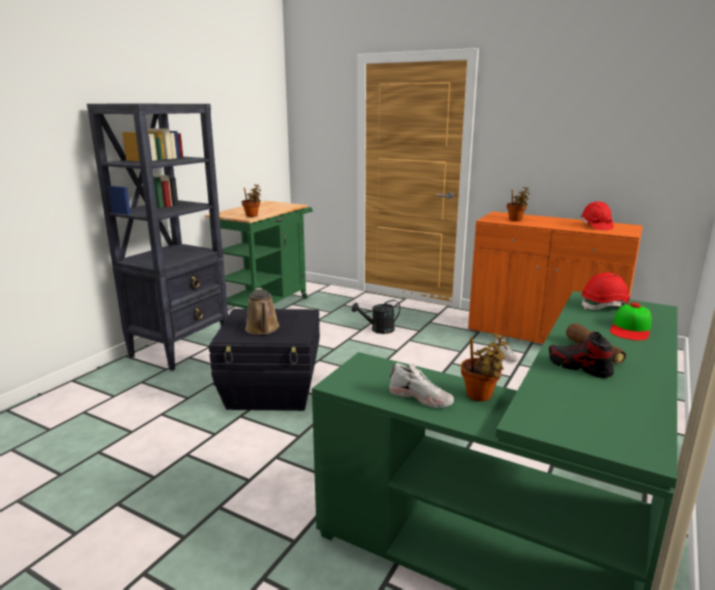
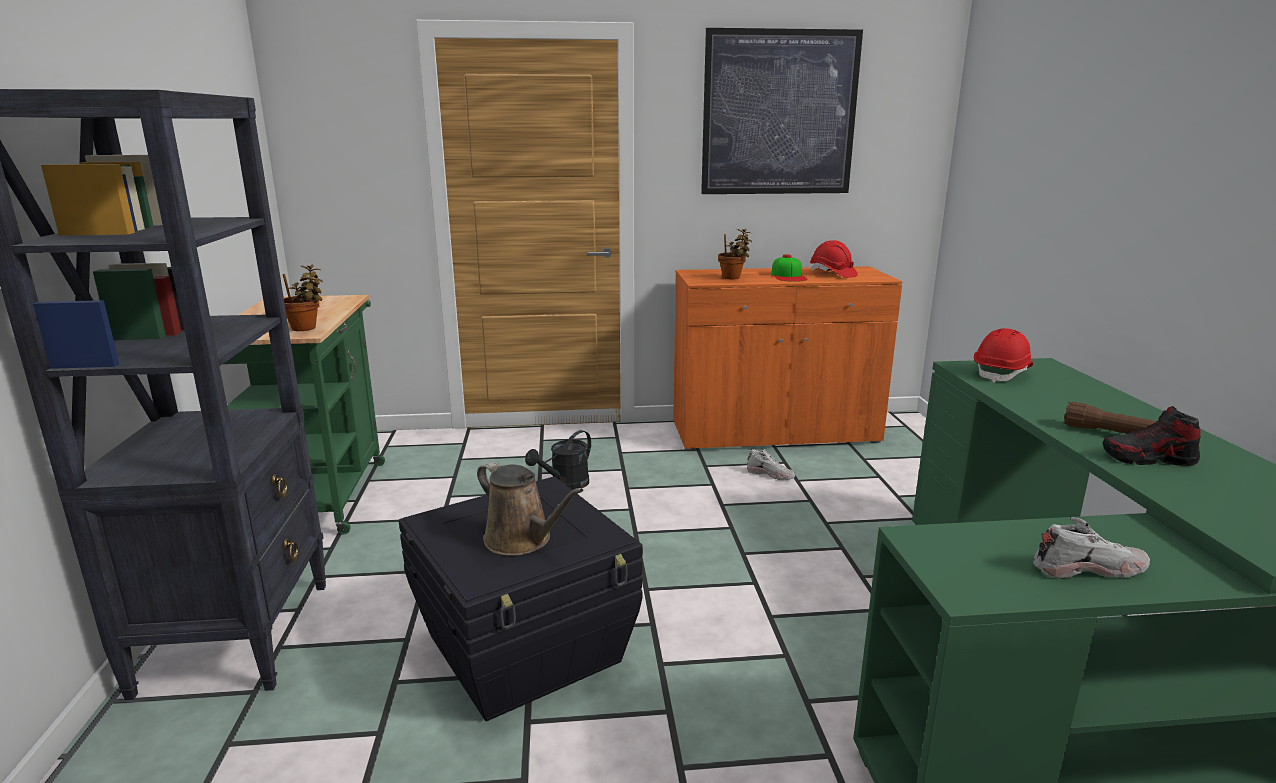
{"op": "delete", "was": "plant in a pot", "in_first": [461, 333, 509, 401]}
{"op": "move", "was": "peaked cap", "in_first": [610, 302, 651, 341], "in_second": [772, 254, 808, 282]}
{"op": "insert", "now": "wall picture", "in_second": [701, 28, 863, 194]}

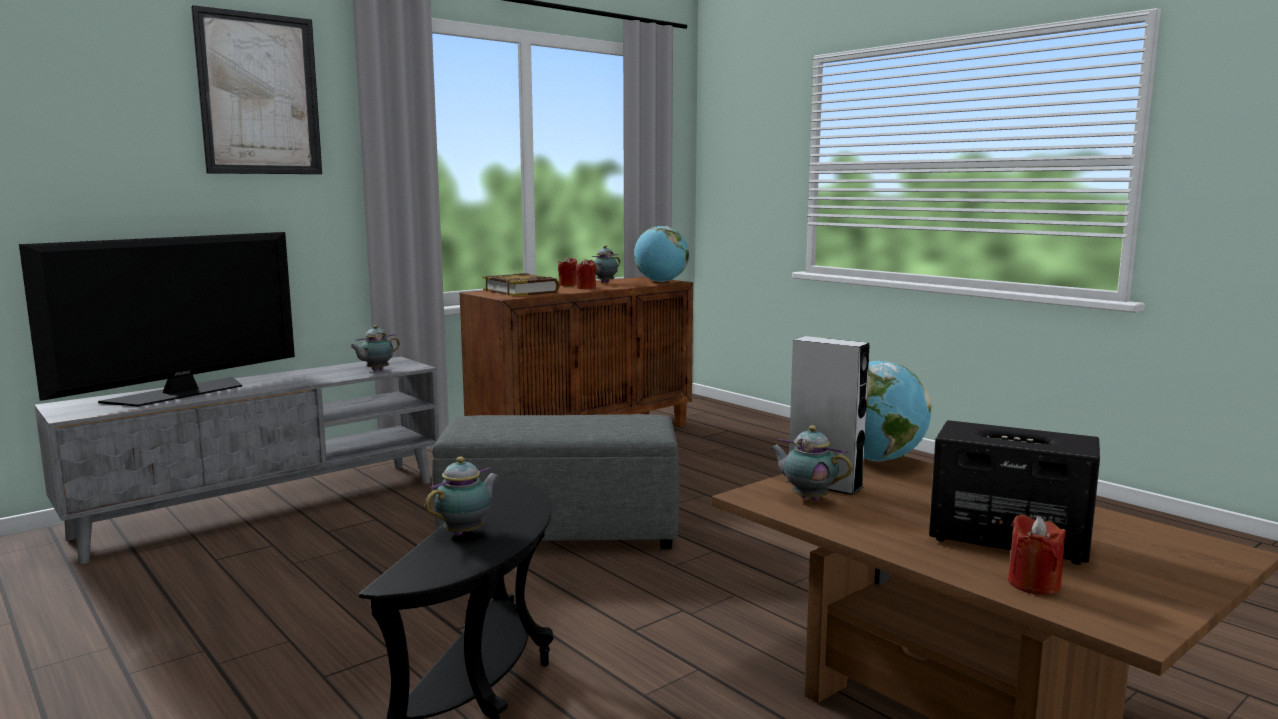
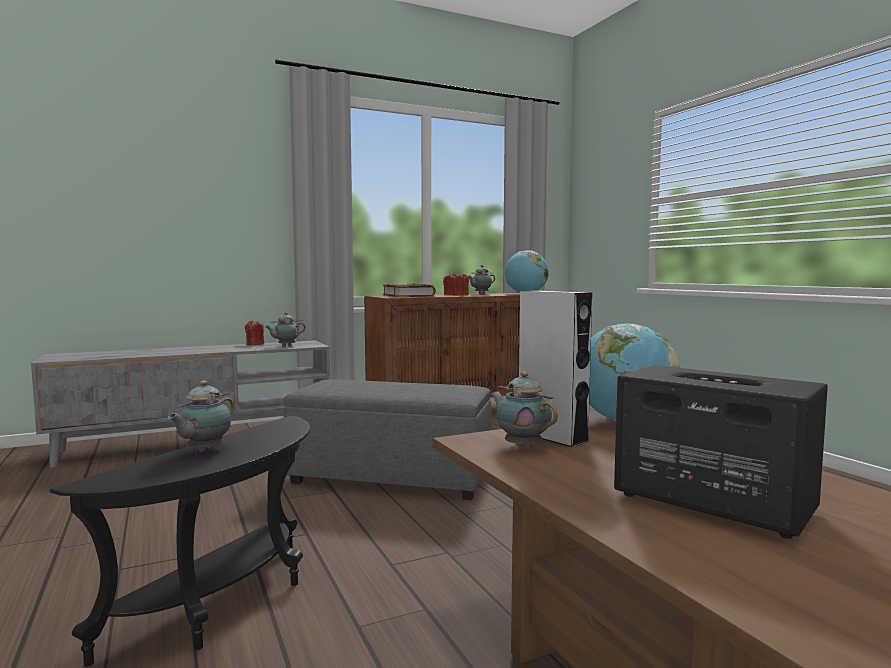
{"op": "delete", "was": "TV", "in_first": [19, 232, 295, 406]}
{"op": "delete", "was": "wall picture", "in_first": [191, 5, 322, 174]}
{"op": "rotate", "was": "teapot", "in_first": [425, 457, 499, 536], "in_second": [168, 381, 234, 452], "clockwise": 150}
{"op": "move", "was": "wax candle/red-coloured", "in_first": [1008, 514, 1066, 595], "in_second": [245, 320, 264, 345]}

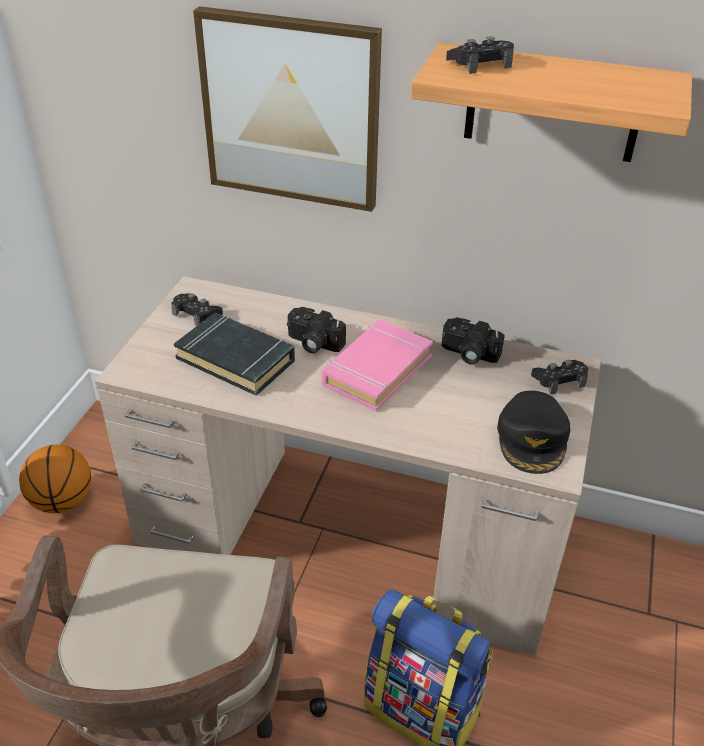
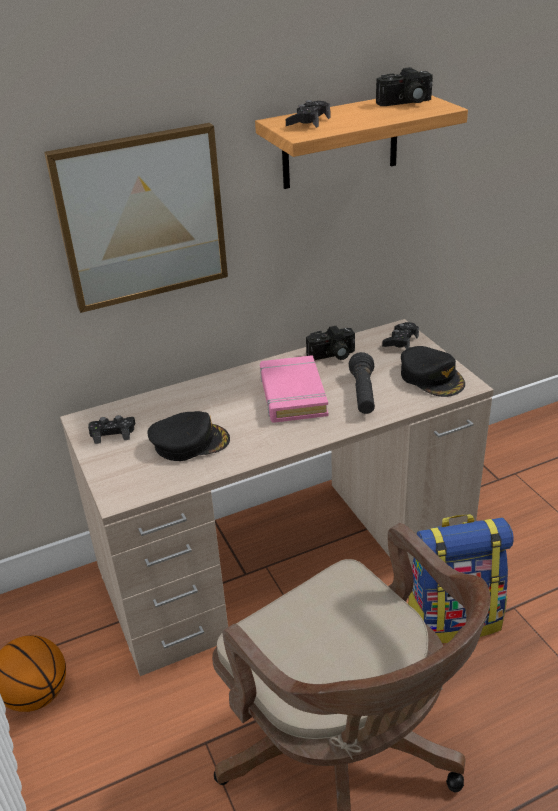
{"op": "replace", "was": "volume/black-coloured", "now": "peaked cap/black-coloured", "in_first": [174, 313, 295, 396], "in_second": [148, 411, 230, 461]}
{"op": "move", "was": "photo camera", "in_first": [287, 307, 346, 353], "in_second": [376, 67, 433, 106]}
{"op": "insert", "now": "torch/black-coloured", "in_second": [349, 352, 375, 414]}

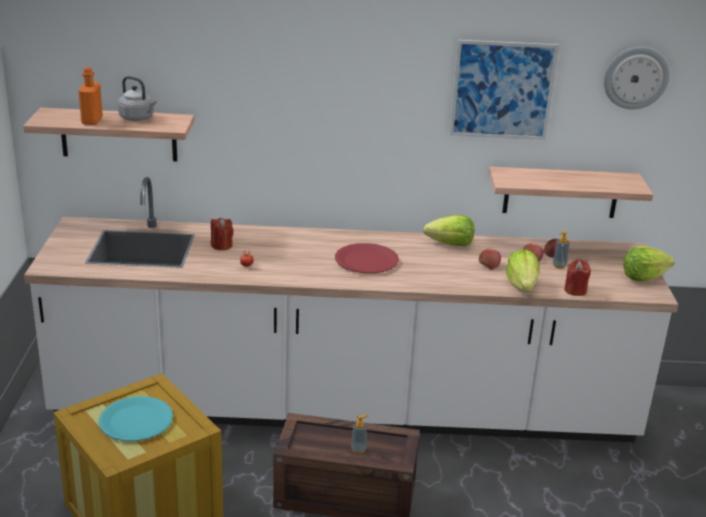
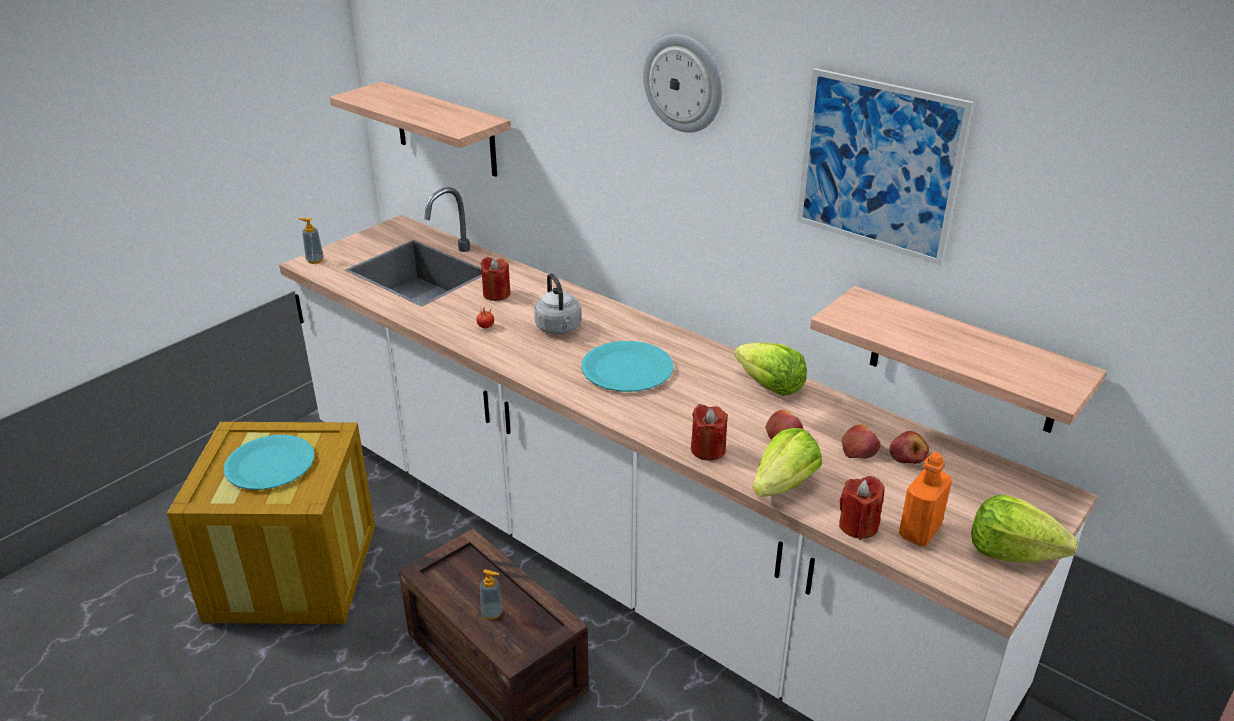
{"op": "move", "was": "bottle/orangey", "in_first": [78, 67, 103, 125], "in_second": [899, 452, 952, 546]}
{"op": "move", "was": "tea kettle/greyish", "in_first": [118, 76, 156, 121], "in_second": [534, 273, 581, 335]}
{"op": "recolor", "was": "plate/red-coloured", "now": "plate/turquoise", "in_first": [335, 243, 399, 273], "in_second": [582, 341, 674, 392]}
{"op": "move", "was": "liquid soap bottle", "in_first": [553, 231, 570, 269], "in_second": [299, 218, 324, 264]}
{"op": "move", "was": "clock on the wall", "in_first": [604, 47, 670, 109], "in_second": [643, 34, 722, 133]}
{"op": "insert", "now": "wax candle/red-coloured", "in_second": [691, 404, 728, 461]}

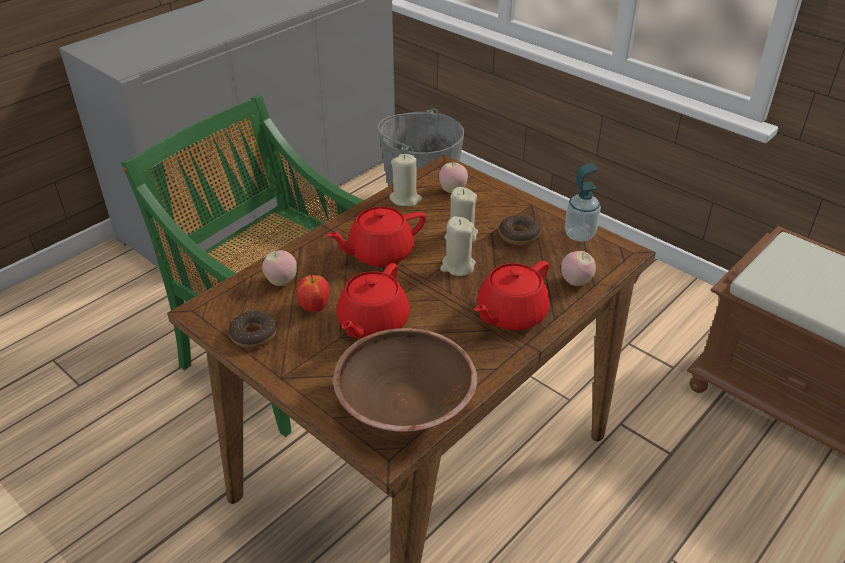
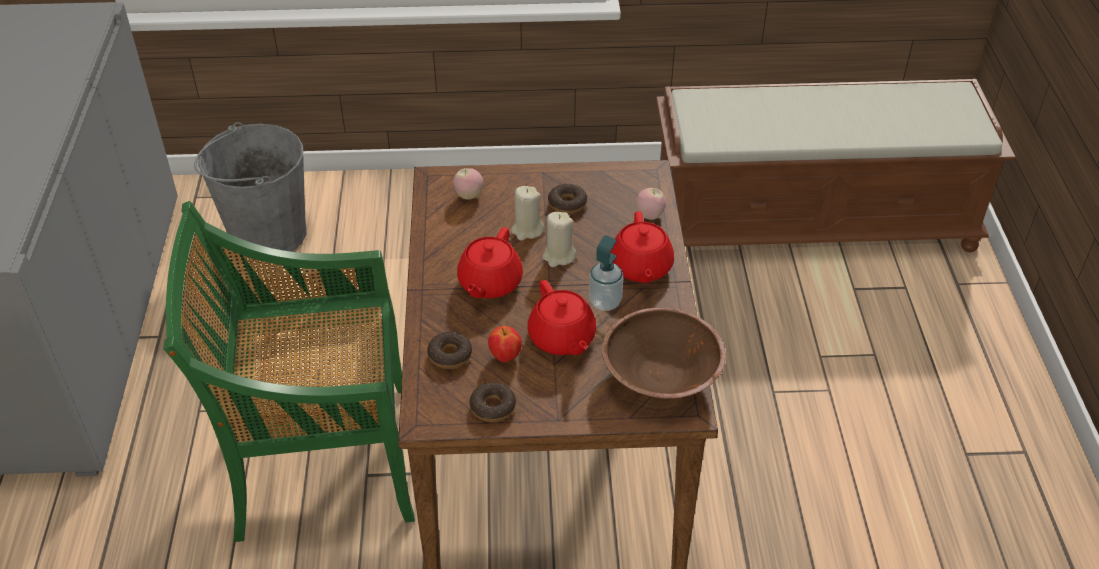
{"op": "replace", "was": "apple fruit", "now": "donut", "in_first": [262, 250, 297, 286], "in_second": [427, 332, 472, 369]}
{"op": "delete", "was": "wax candle/beige", "in_first": [389, 154, 422, 207]}
{"op": "move", "was": "liquid soap bottle", "in_first": [565, 163, 601, 242], "in_second": [589, 235, 623, 311]}

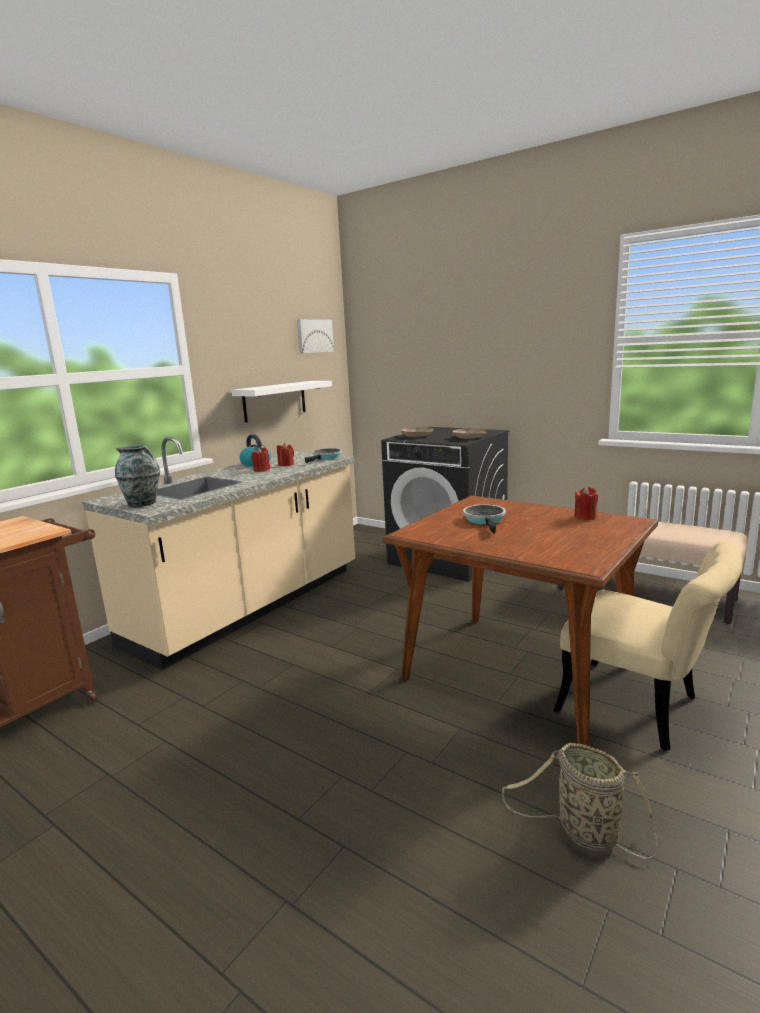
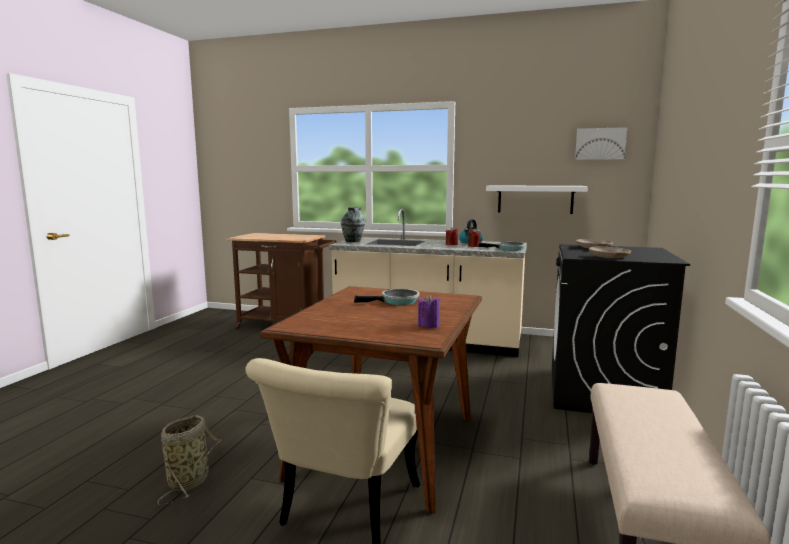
{"op": "recolor", "was": "wax candle/red-coloured", "now": "wax candle/purple", "in_first": [574, 487, 598, 520], "in_second": [418, 294, 440, 329]}

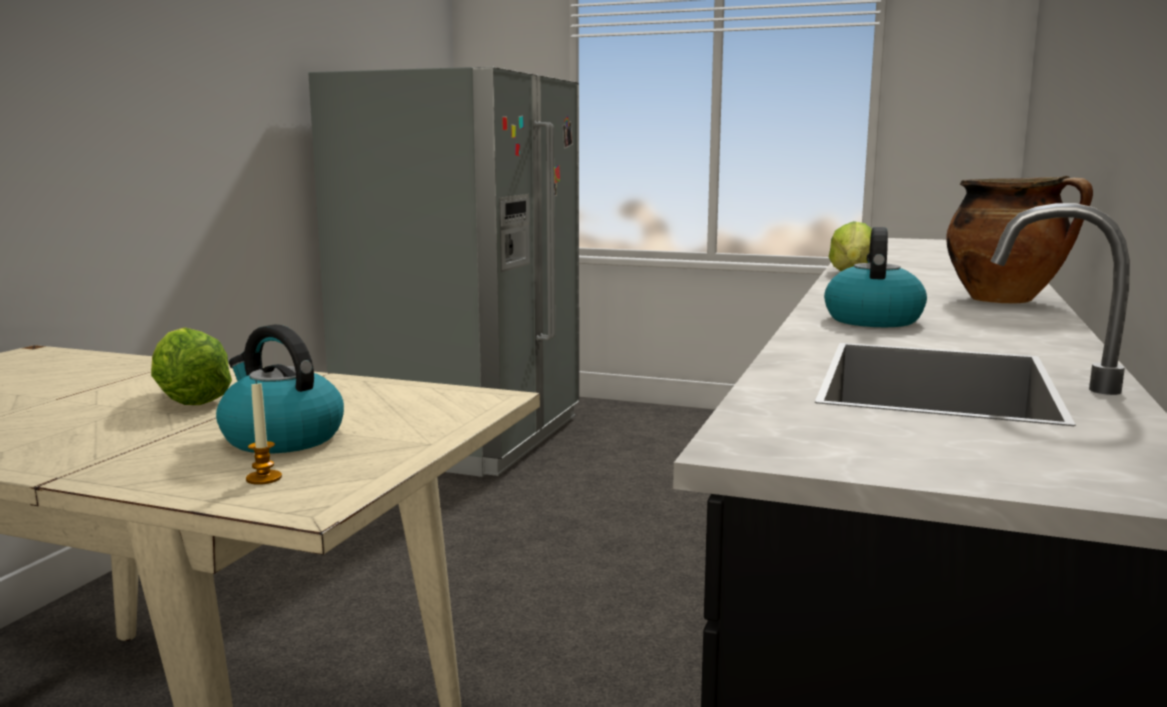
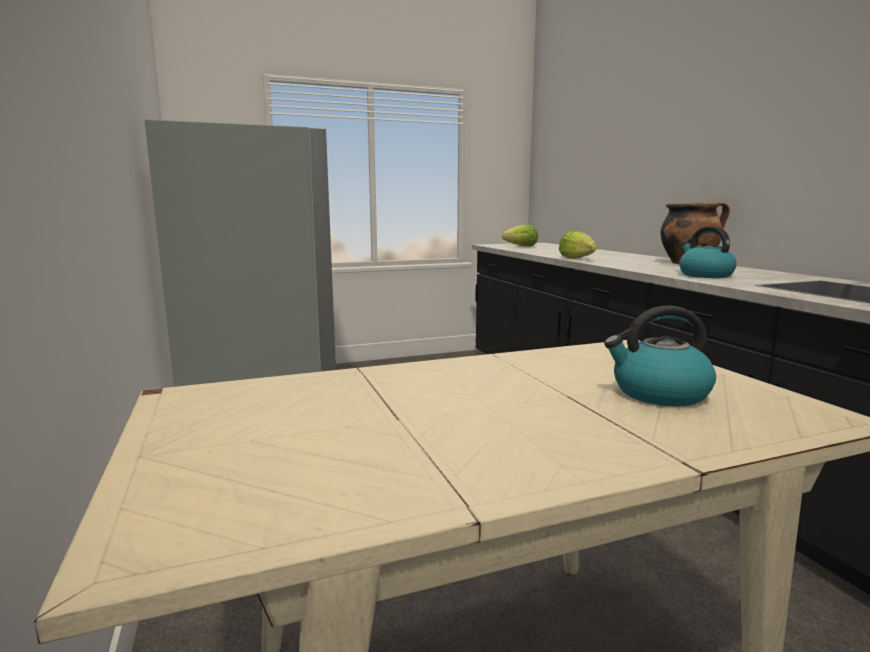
{"op": "move", "was": "lettuce head", "in_first": [151, 327, 232, 405], "in_second": [502, 225, 538, 247]}
{"op": "delete", "was": "wax candle", "in_first": [246, 380, 282, 485]}

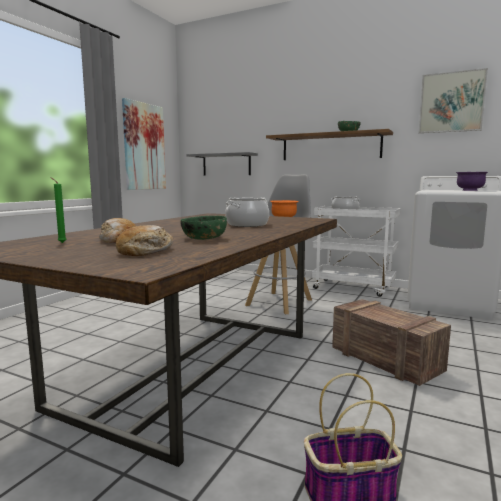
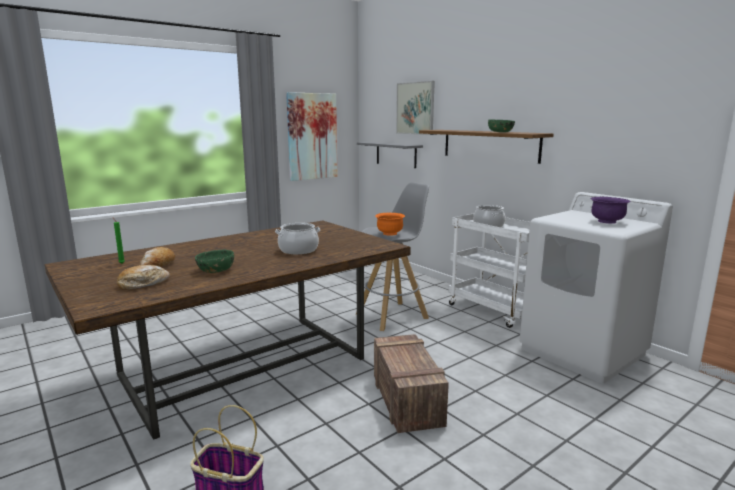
{"op": "move", "was": "wall picture", "in_first": [419, 68, 488, 133], "in_second": [396, 81, 435, 135]}

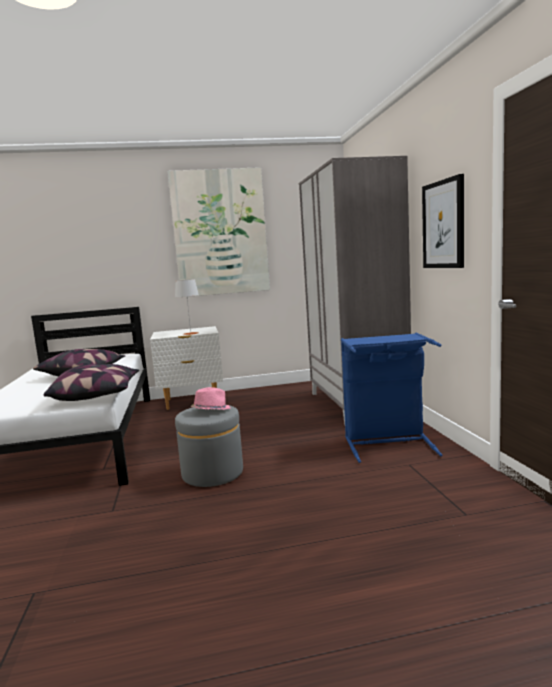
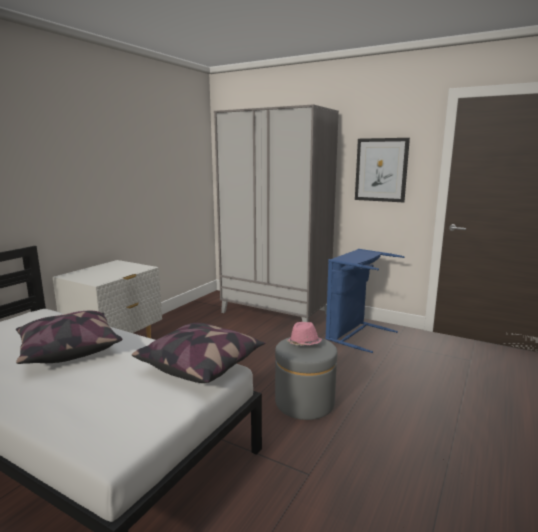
{"op": "delete", "was": "wall picture", "in_first": [167, 167, 270, 297]}
{"op": "delete", "was": "lamp for a table/greyish", "in_first": [175, 279, 199, 335]}

